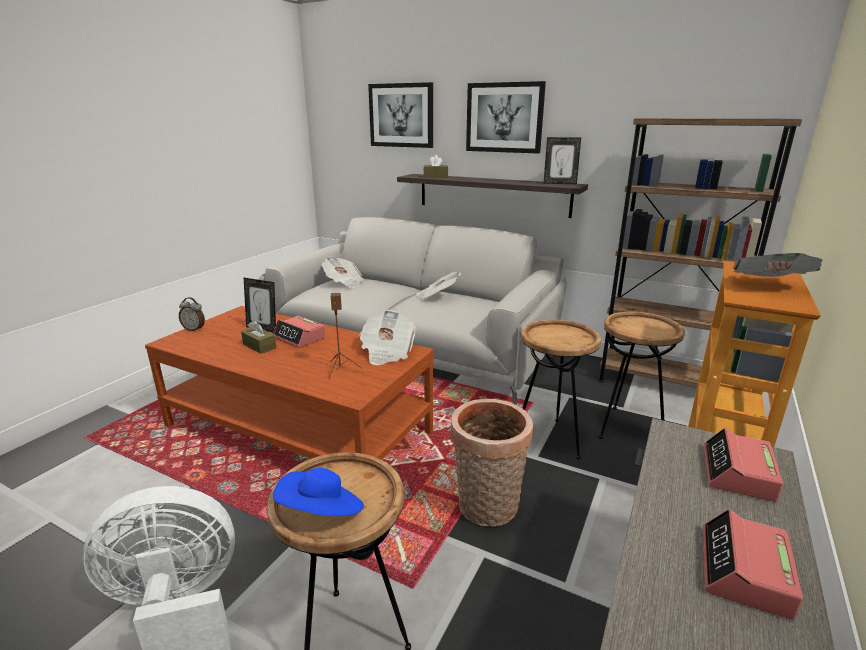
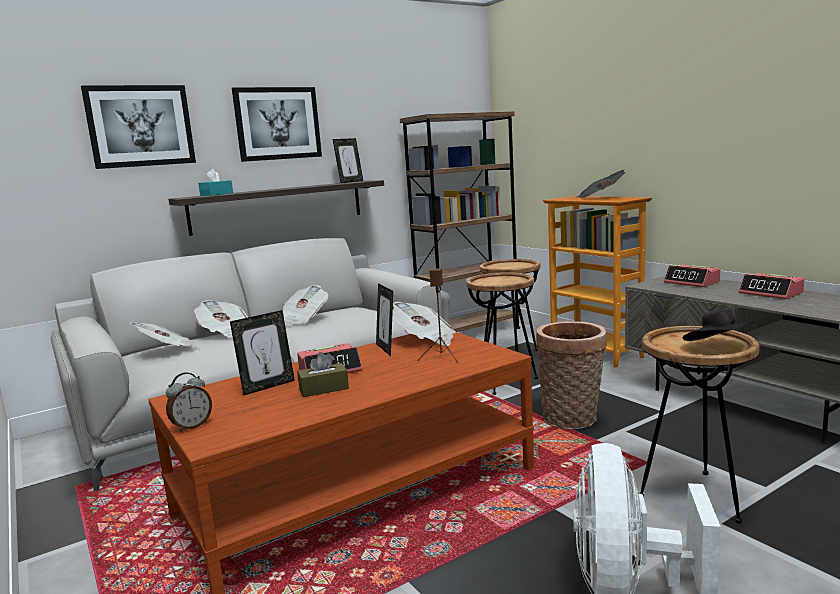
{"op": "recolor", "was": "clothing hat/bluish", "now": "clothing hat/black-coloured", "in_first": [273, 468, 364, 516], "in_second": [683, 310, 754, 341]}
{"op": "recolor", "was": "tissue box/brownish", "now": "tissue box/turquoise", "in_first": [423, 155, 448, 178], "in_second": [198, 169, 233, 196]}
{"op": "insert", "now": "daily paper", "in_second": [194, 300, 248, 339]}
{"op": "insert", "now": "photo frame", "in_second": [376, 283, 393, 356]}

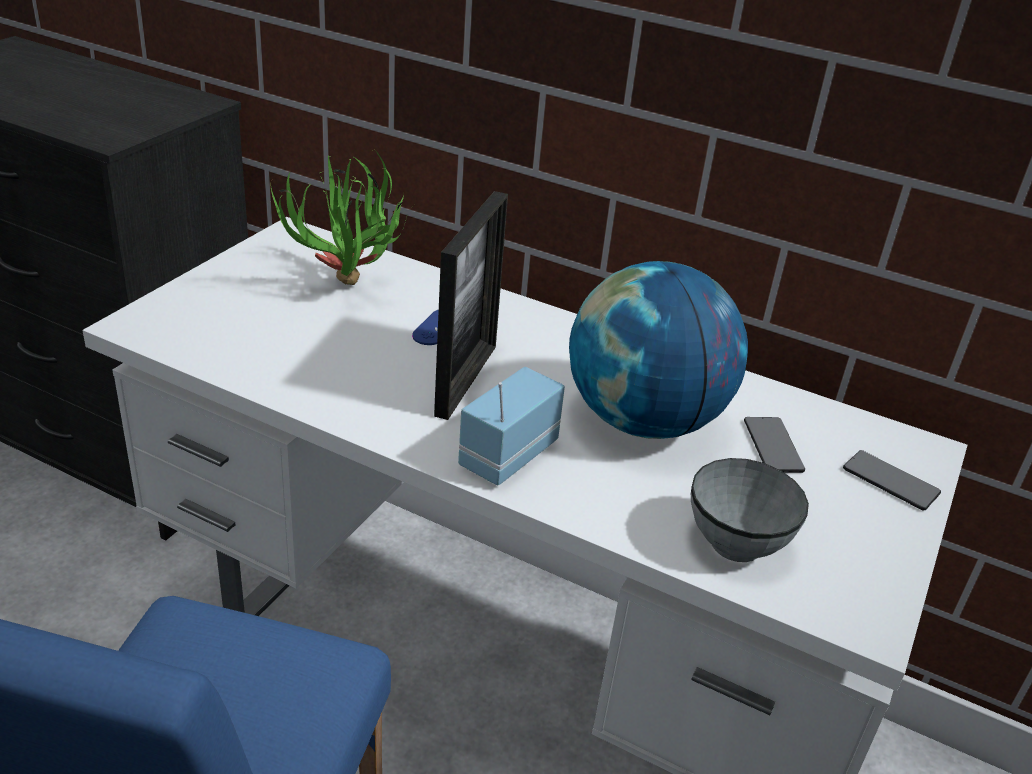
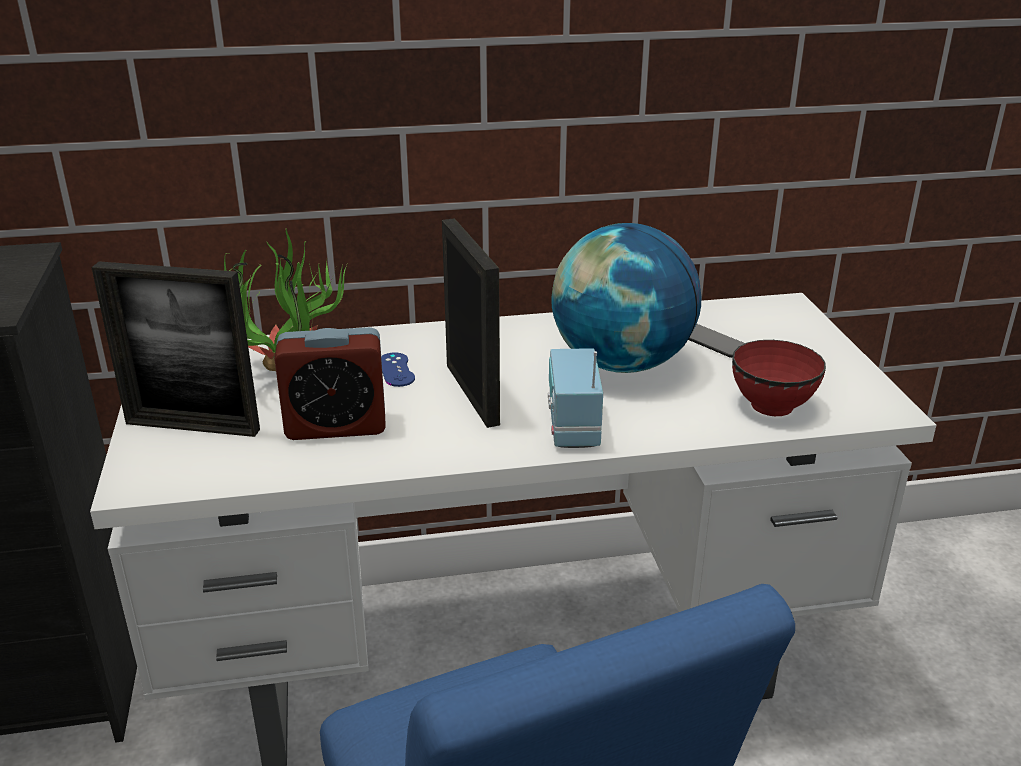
{"op": "recolor", "was": "bowl/greyish", "now": "bowl/red-coloured", "in_first": [691, 458, 809, 562], "in_second": [732, 340, 826, 416]}
{"op": "delete", "was": "telephone", "in_first": [843, 450, 941, 510]}
{"op": "insert", "now": "photo frame", "in_second": [91, 261, 260, 437]}
{"op": "insert", "now": "table clock", "in_second": [274, 327, 386, 440]}

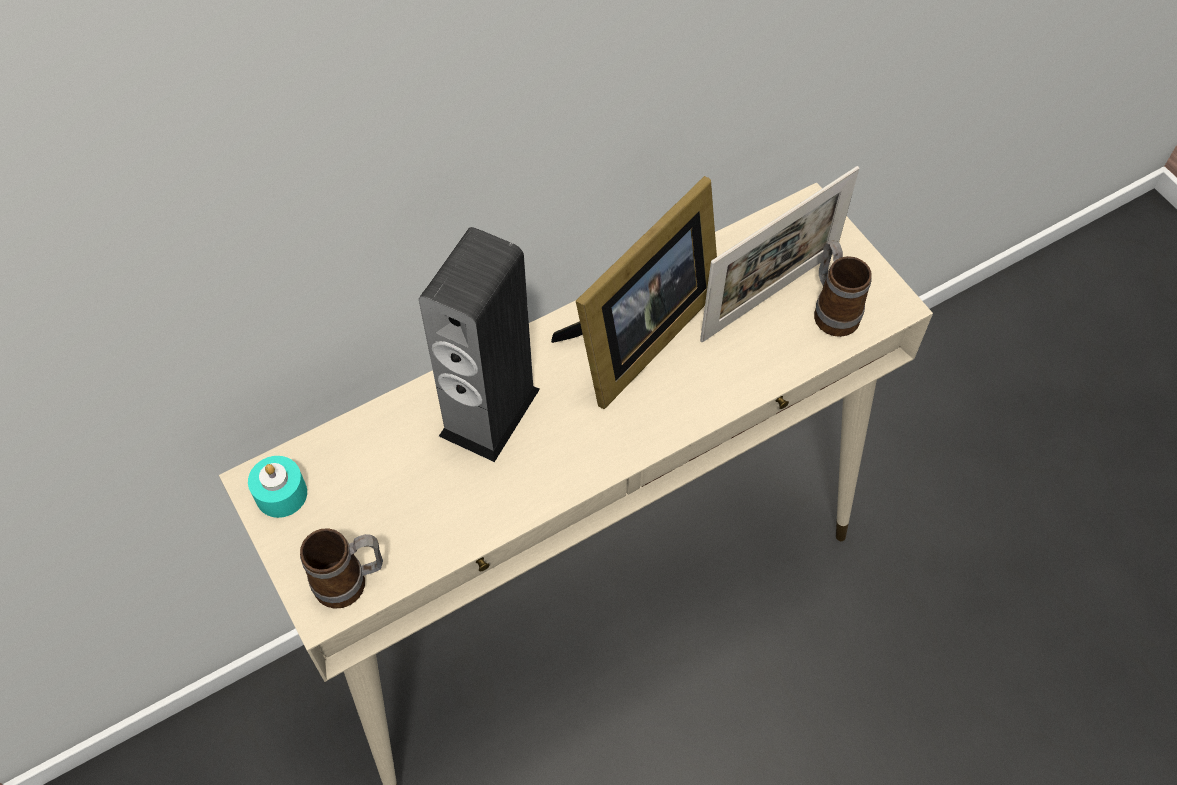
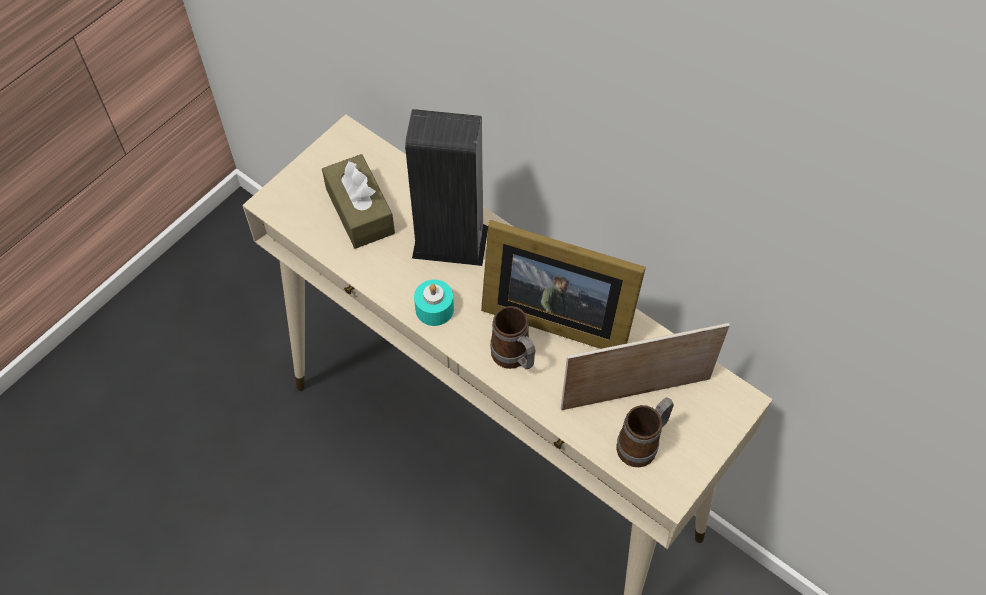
{"op": "move", "was": "wax candle/turquoise", "in_first": [248, 456, 307, 518], "in_second": [414, 280, 454, 326]}
{"op": "move", "was": "tea mug", "in_first": [300, 528, 383, 609], "in_second": [490, 306, 535, 370]}
{"op": "rotate", "was": "photo frame", "in_first": [700, 166, 859, 342], "in_second": [561, 323, 730, 410], "clockwise": 135}
{"op": "insert", "now": "tissue box/brownish", "in_second": [322, 154, 395, 249]}

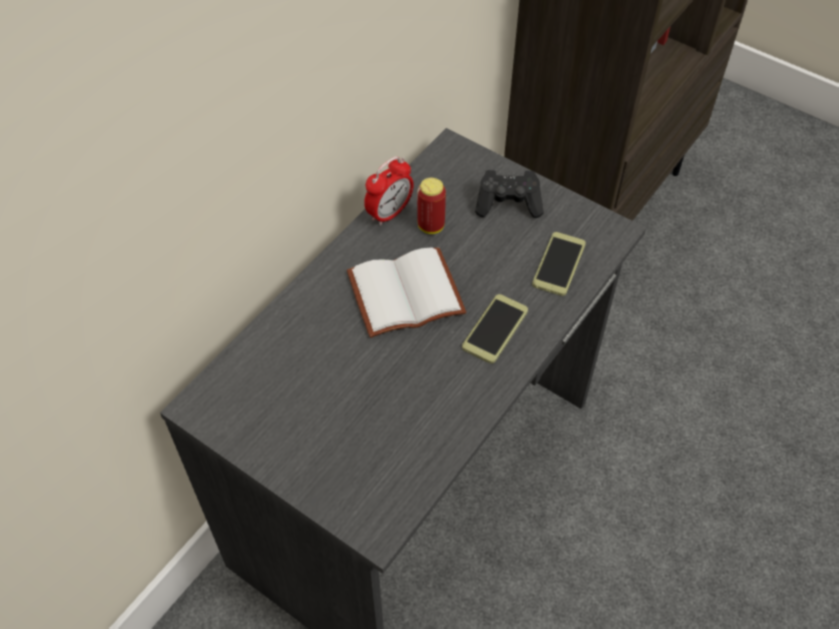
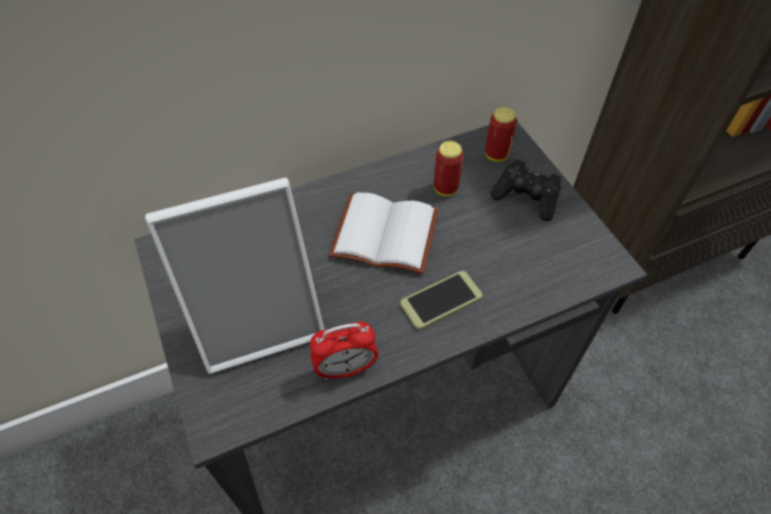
{"op": "move", "was": "table clock", "in_first": [364, 156, 414, 226], "in_second": [310, 322, 378, 380]}
{"op": "delete", "was": "telephone", "in_first": [532, 232, 586, 296]}
{"op": "insert", "now": "photo frame", "in_second": [145, 178, 324, 374]}
{"op": "insert", "now": "can", "in_second": [485, 107, 517, 162]}

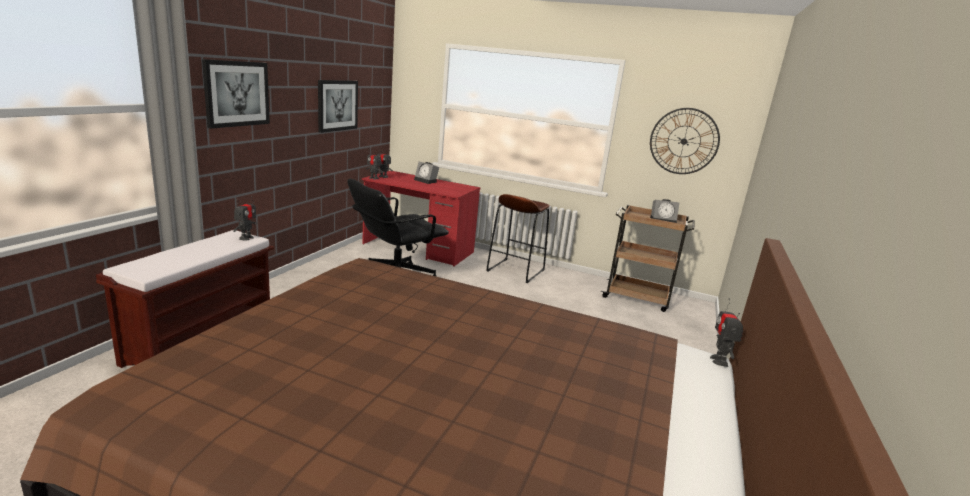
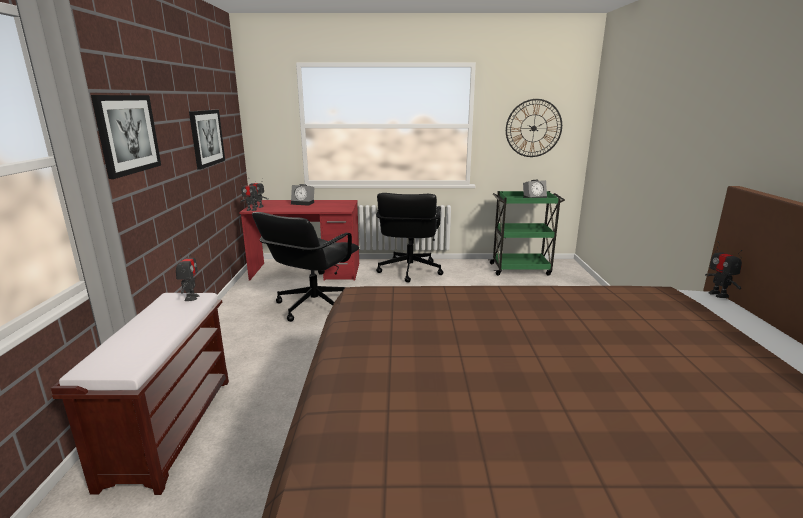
{"op": "replace", "was": "stool/brownish", "now": "desk chair/black-coloured", "in_first": [486, 194, 550, 283], "in_second": [376, 193, 443, 283]}
{"op": "recolor", "was": "cart/brownish", "now": "cart/green", "in_first": [601, 205, 695, 312], "in_second": [488, 191, 565, 276]}

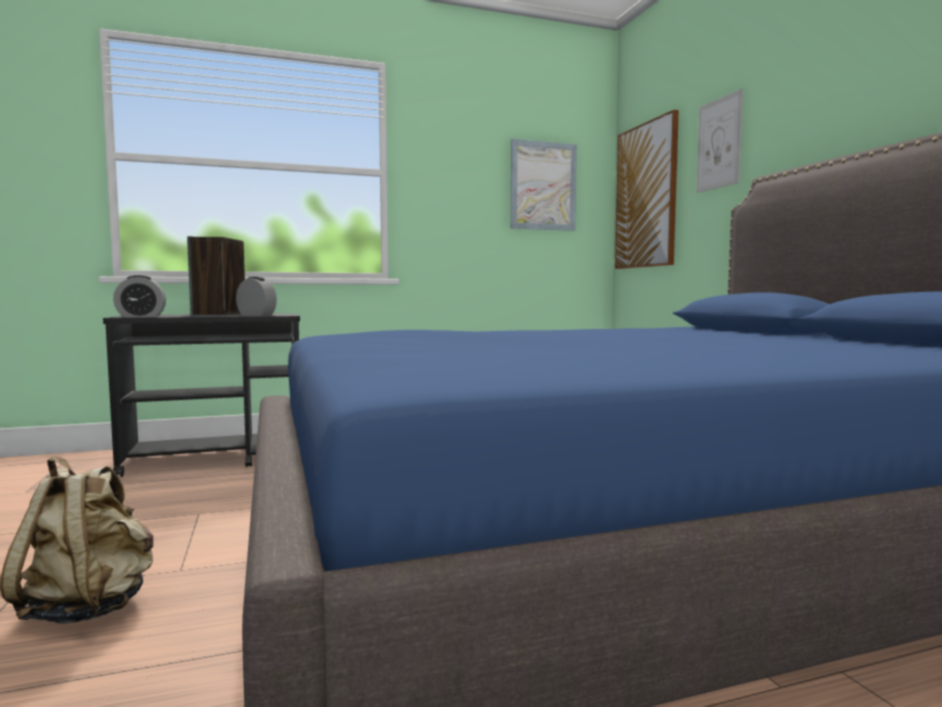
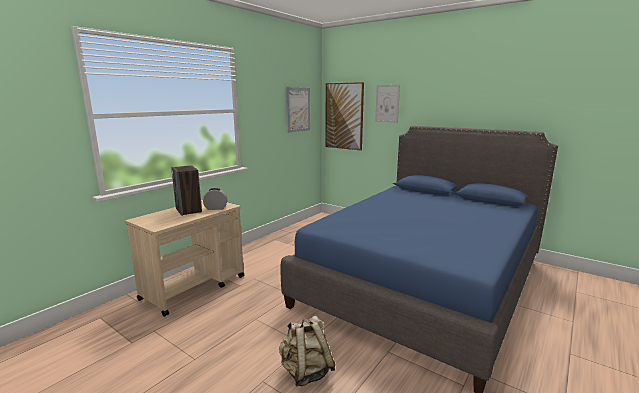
{"op": "recolor", "was": "cart/black-coloured", "now": "cart/beige", "in_first": [103, 313, 300, 477], "in_second": [125, 200, 244, 317]}
{"op": "delete", "was": "table clock", "in_first": [113, 275, 166, 317]}

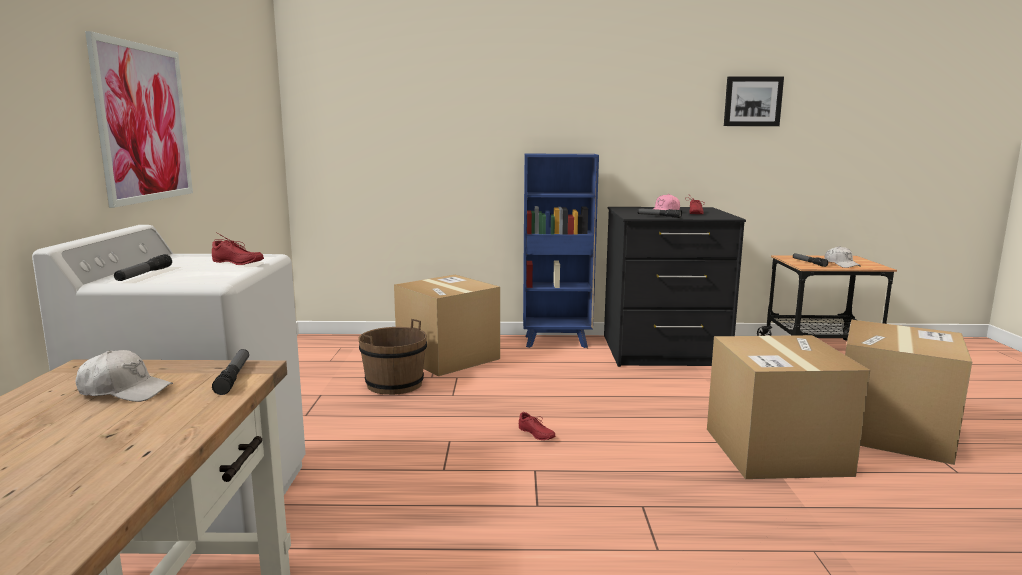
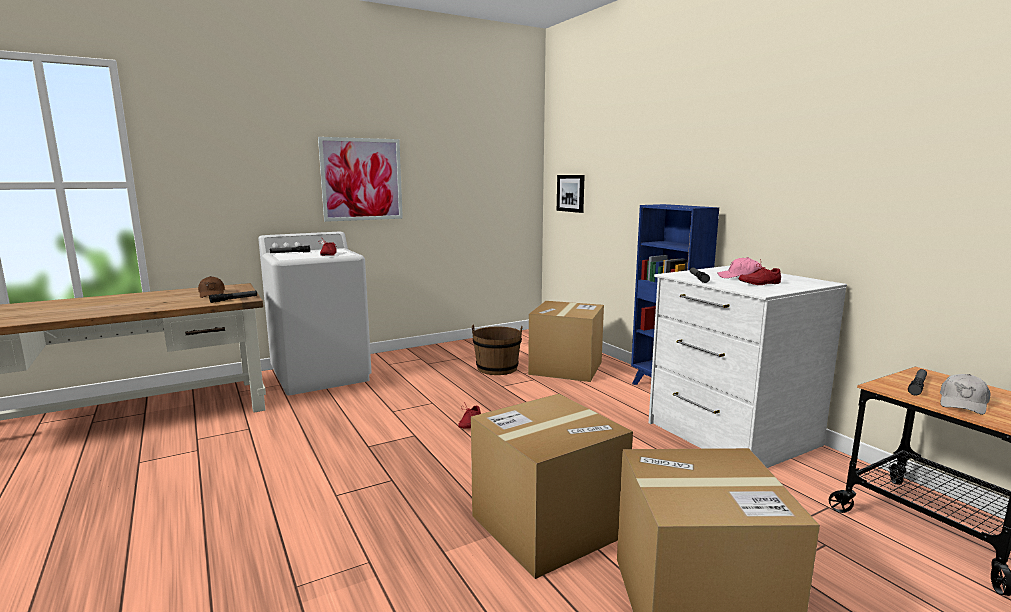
{"op": "recolor", "was": "peaked cap/whitish", "now": "peaked cap/brownish", "in_first": [76, 350, 173, 402], "in_second": [198, 276, 225, 298]}
{"op": "recolor", "was": "dresser/black-coloured", "now": "dresser/whitish", "in_first": [604, 207, 746, 367], "in_second": [649, 266, 847, 468]}
{"op": "move", "was": "wall picture", "in_first": [724, 76, 784, 126], "in_second": [557, 175, 585, 213]}

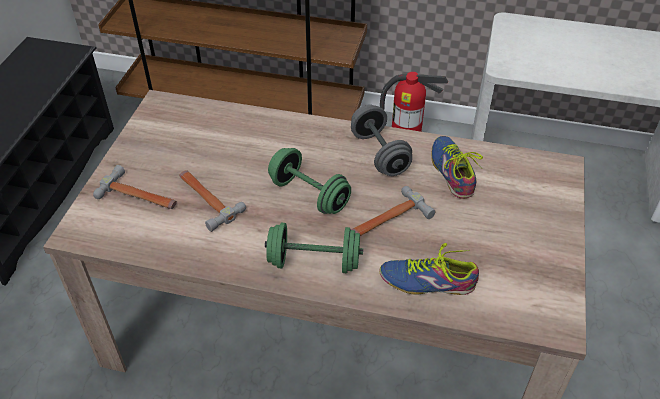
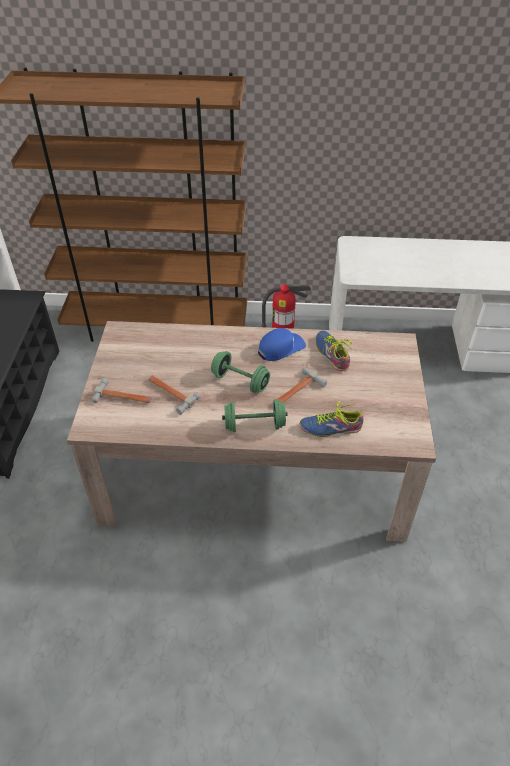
{"op": "replace", "was": "dumbbell/greyish", "now": "peaked cap/bluish", "in_first": [351, 104, 412, 176], "in_second": [258, 328, 306, 361]}

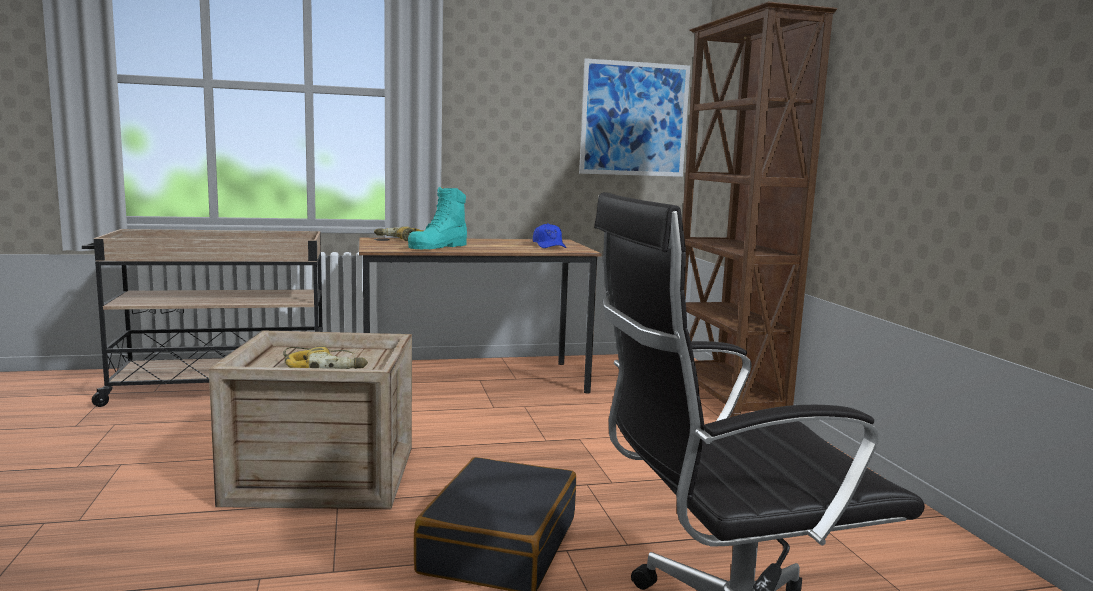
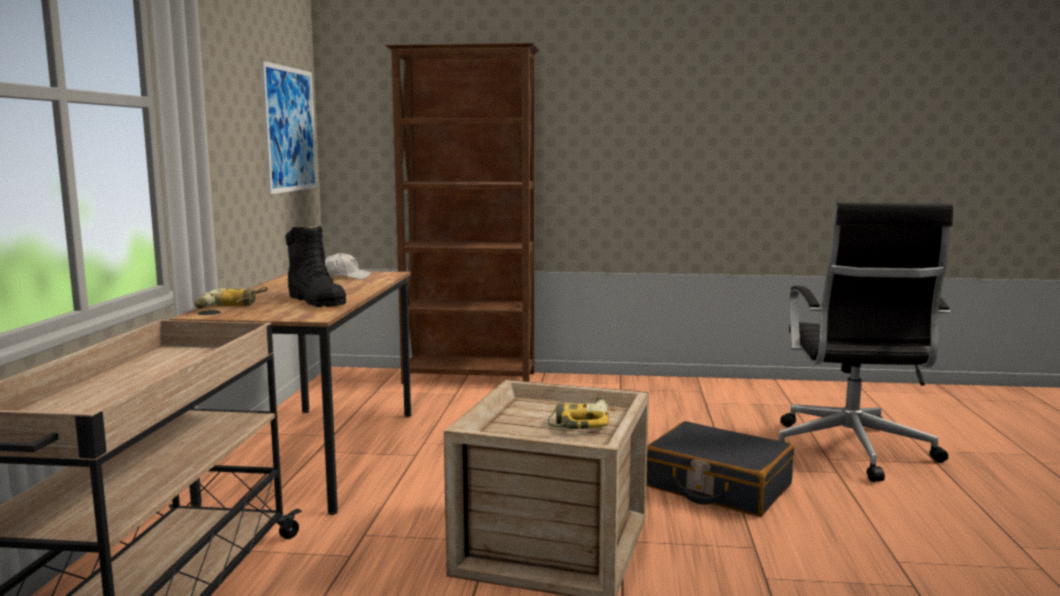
{"op": "recolor", "was": "tall boot/turquoise", "now": "tall boot/black-coloured", "in_first": [408, 187, 467, 250], "in_second": [285, 225, 346, 307]}
{"op": "recolor", "was": "peaked cap/bluish", "now": "peaked cap/whitish", "in_first": [533, 223, 567, 248], "in_second": [325, 252, 372, 279]}

